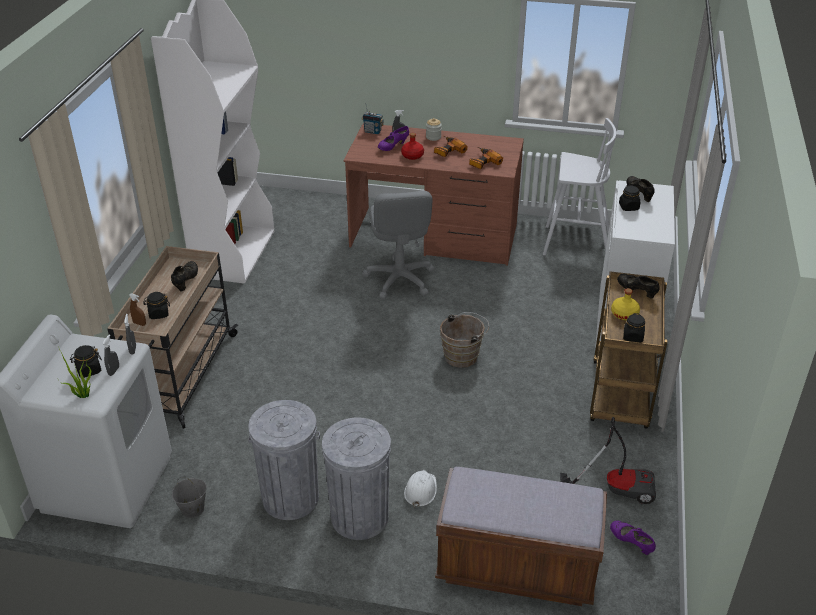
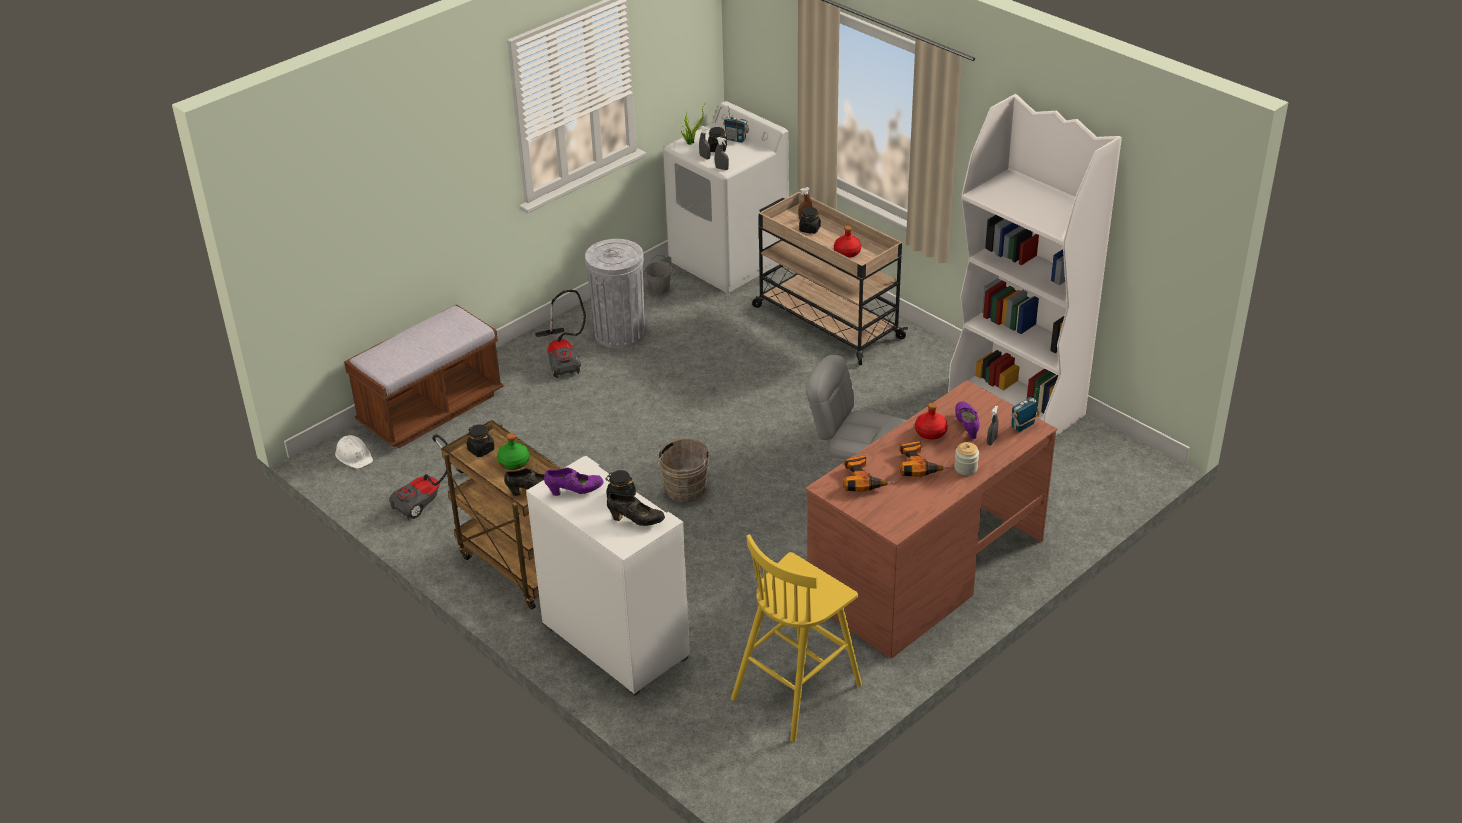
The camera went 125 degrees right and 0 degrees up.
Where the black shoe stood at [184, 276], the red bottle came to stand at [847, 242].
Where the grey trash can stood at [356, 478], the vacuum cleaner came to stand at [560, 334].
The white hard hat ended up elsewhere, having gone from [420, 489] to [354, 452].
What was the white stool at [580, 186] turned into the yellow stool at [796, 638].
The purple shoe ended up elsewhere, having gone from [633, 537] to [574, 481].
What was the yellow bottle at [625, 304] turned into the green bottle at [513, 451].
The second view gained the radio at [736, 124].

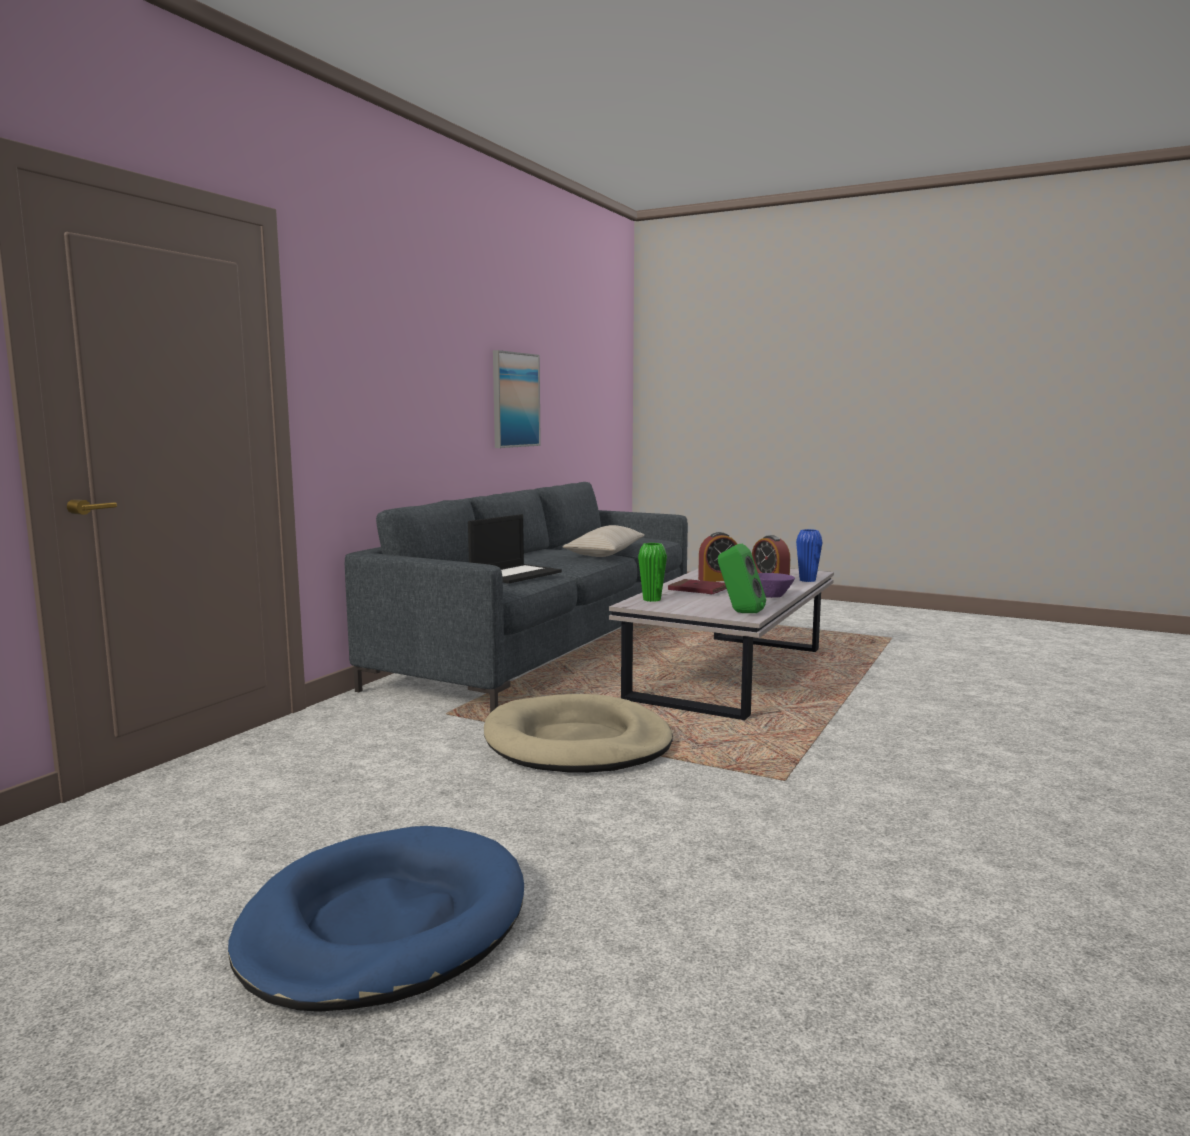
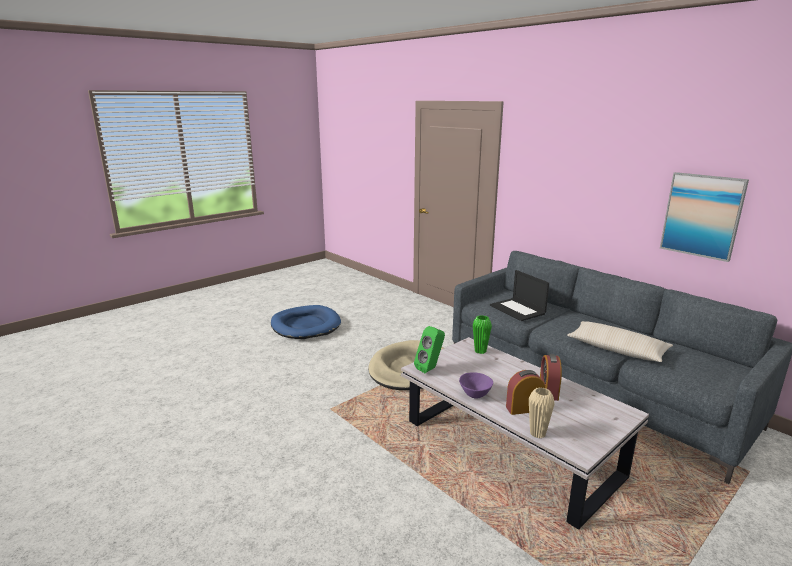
The camera went 110 degrees right and 10 degrees up.
The second view lost the red book at [697, 587].
What was the blue vase at [809, 555] turned into the beige vase at [541, 412].

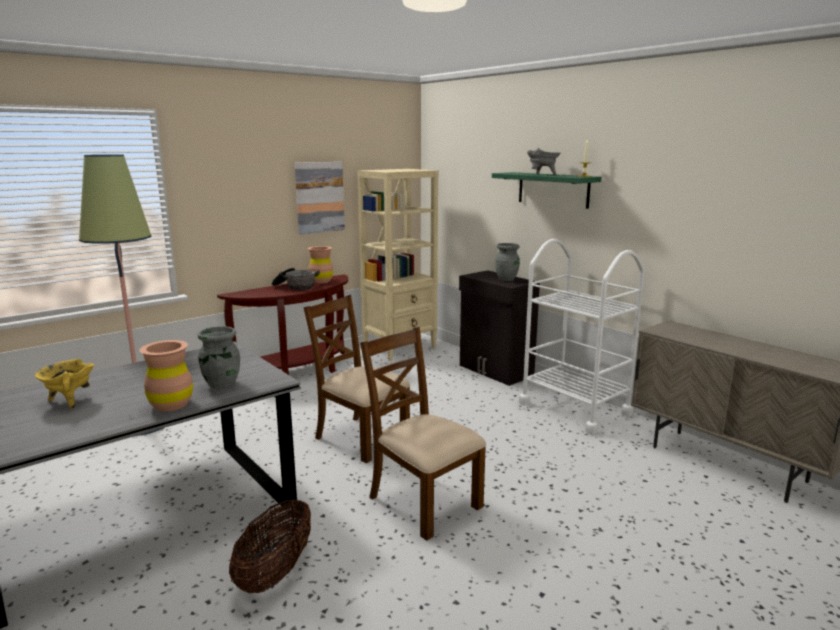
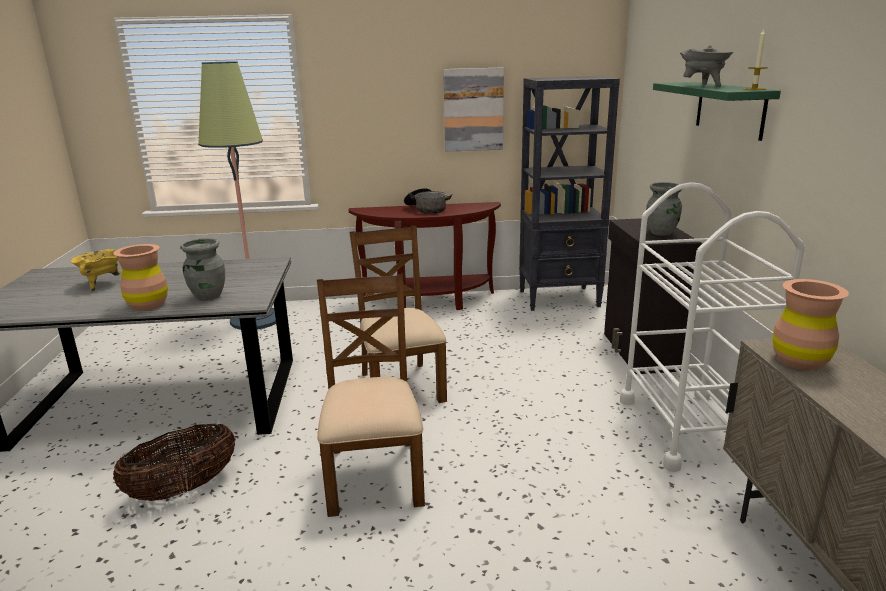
The camera went 35 degrees right and 5 degrees up.
The brown vase ended up elsewhere, having gone from [320, 265] to [810, 324].
What was the beige bookcase at [398, 265] turned into the black bookcase at [569, 193].

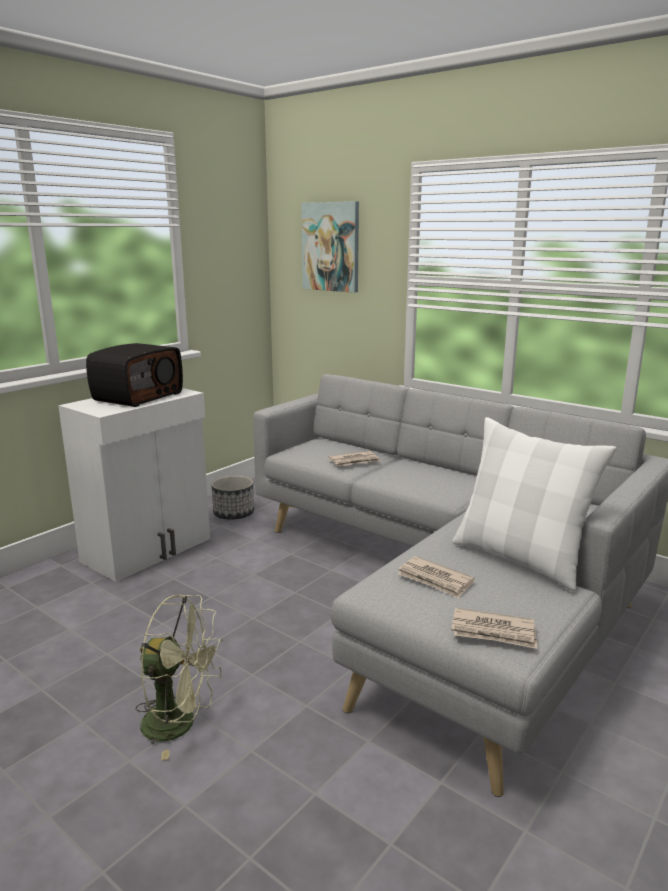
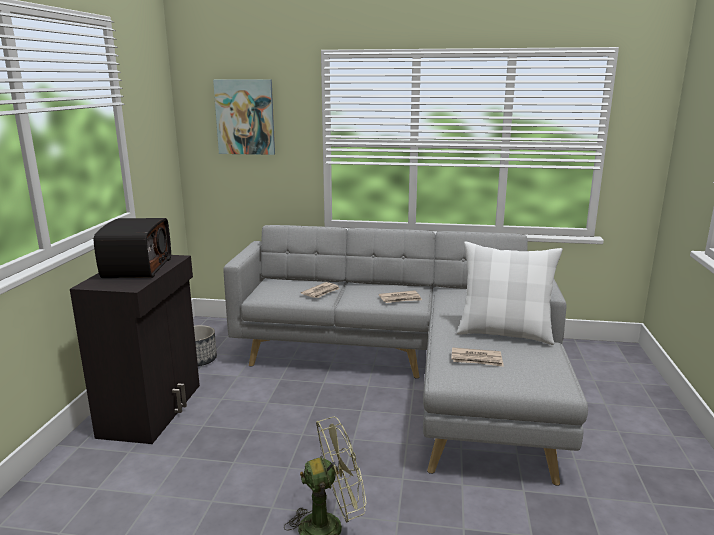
The camera went 30 degrees left and 0 degrees up.
What was the white cabinet at [134, 485] turned into the black cabinet at [135, 349].
The newspaper ended up elsewhere, having gone from [494, 628] to [400, 296].

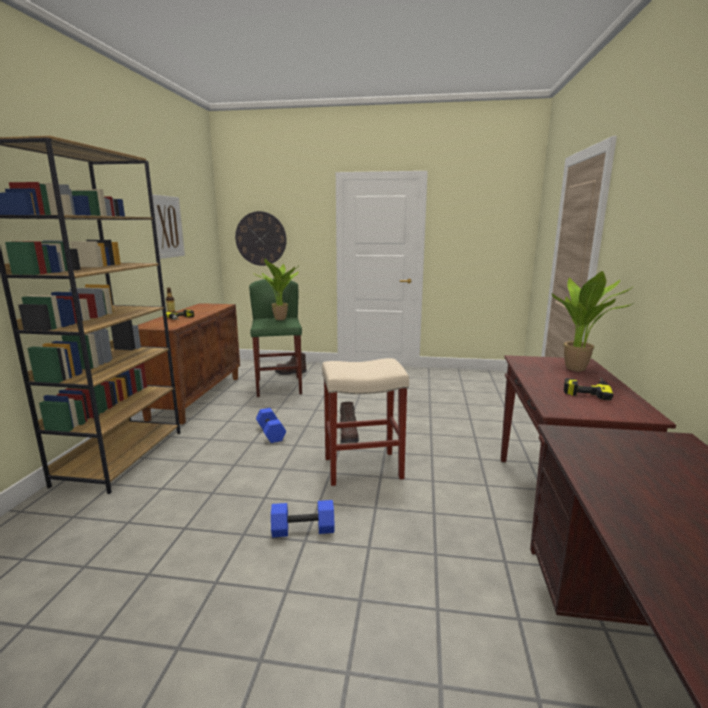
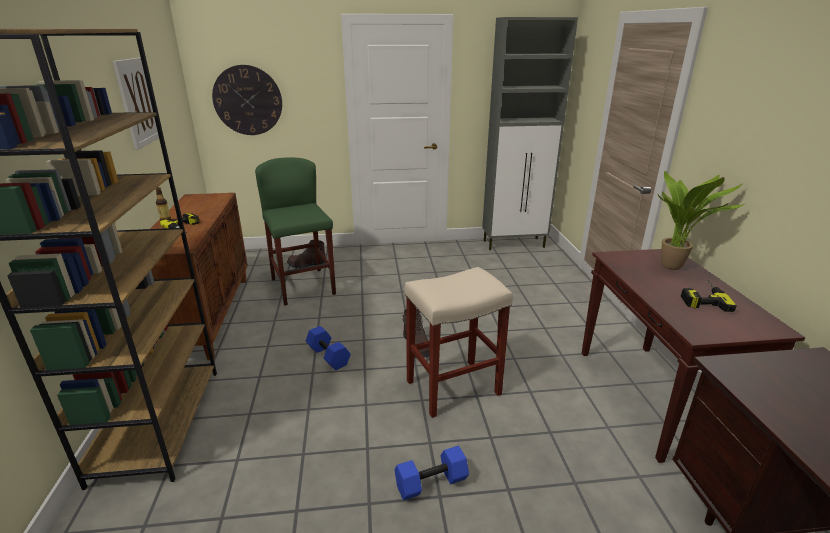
The camera went 15 degrees left and 10 degrees up.
The second view lost the potted plant at [275, 289].
The second view gained the grey cabinet at [530, 133].

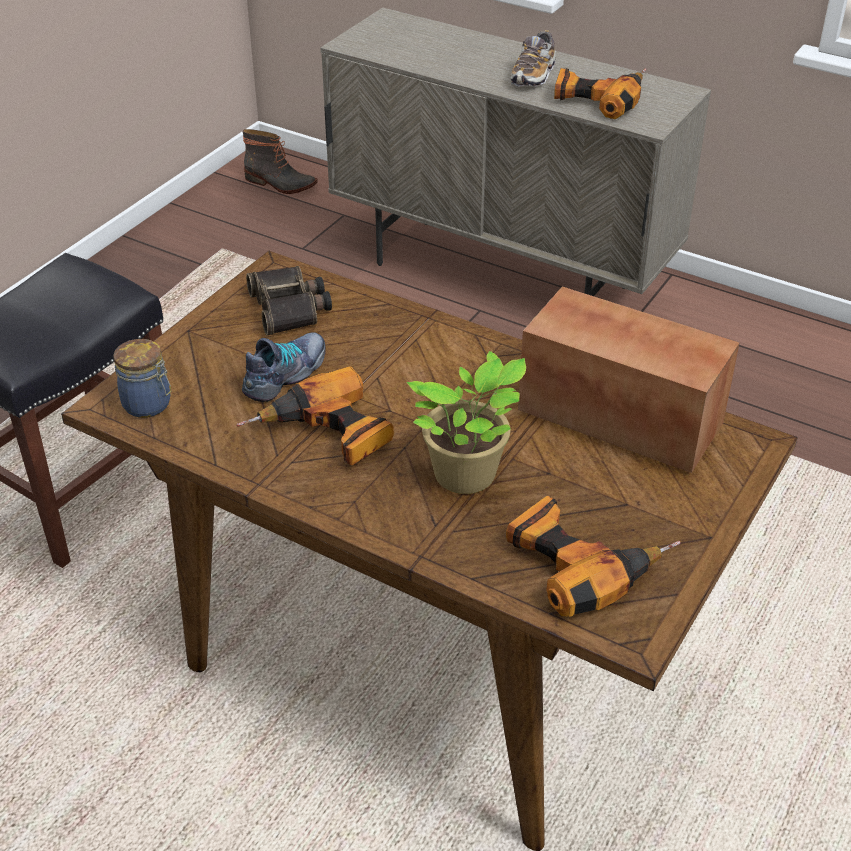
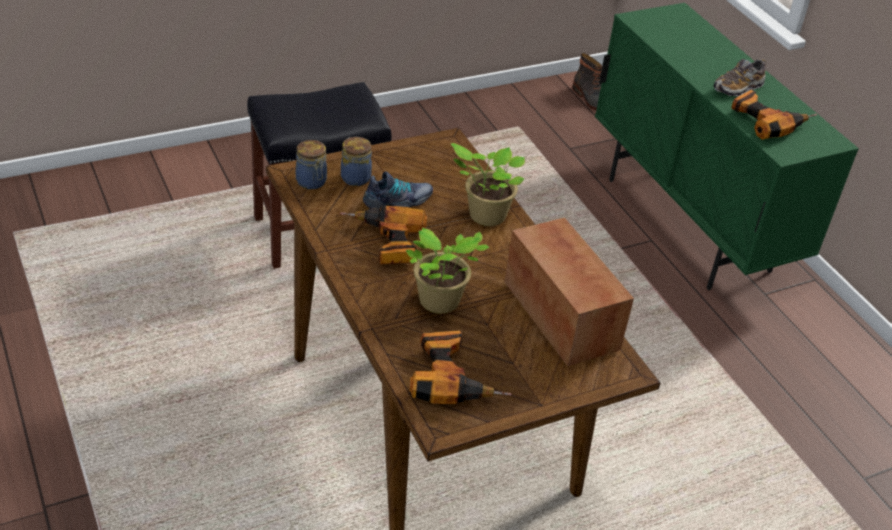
The camera went 30 degrees right and 0 degrees up.
The second view lost the binoculars at [289, 300].
What was the beige cabinet at [515, 152] turned into the green cabinet at [727, 146].
The second view gained the jar at [356, 161].
The second view gained the potted plant at [488, 184].

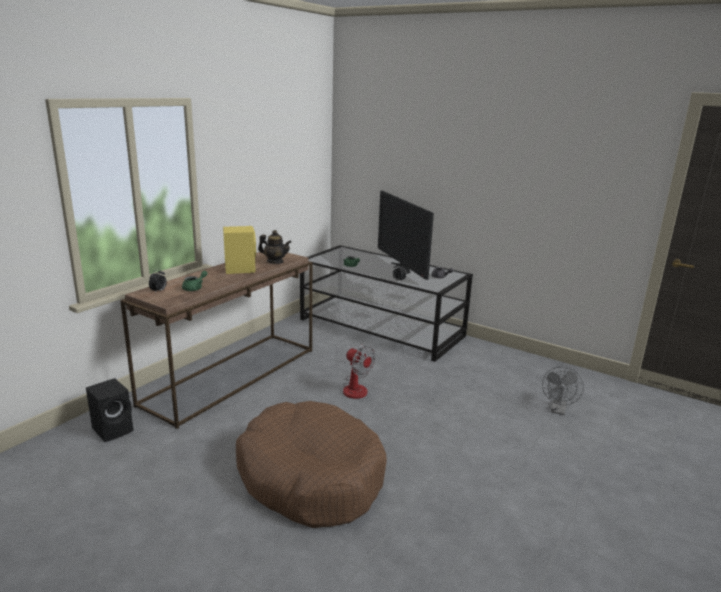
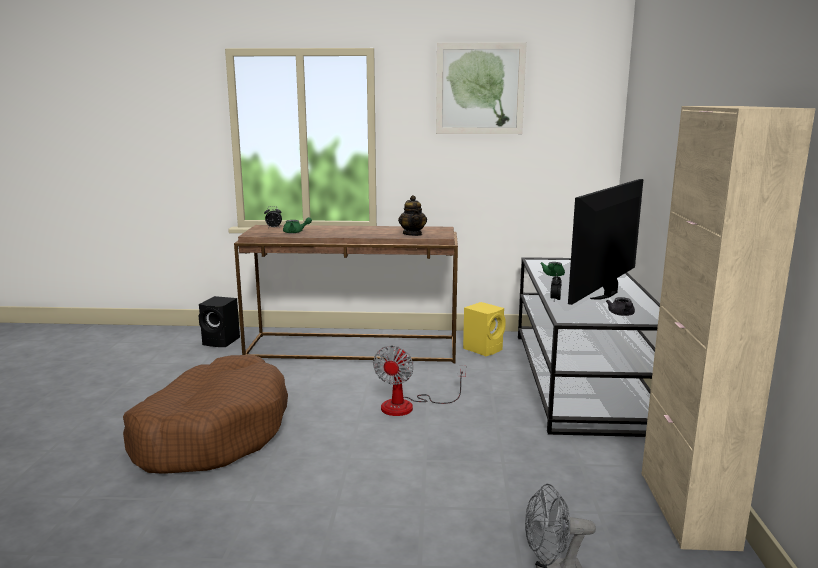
The camera went 60 degrees right and 5 degrees down.
The yellow speaker ended up elsewhere, having gone from [239, 250] to [484, 329].
The second view gained the picture at [481, 88].
The second view gained the beige cabinet at [728, 328].

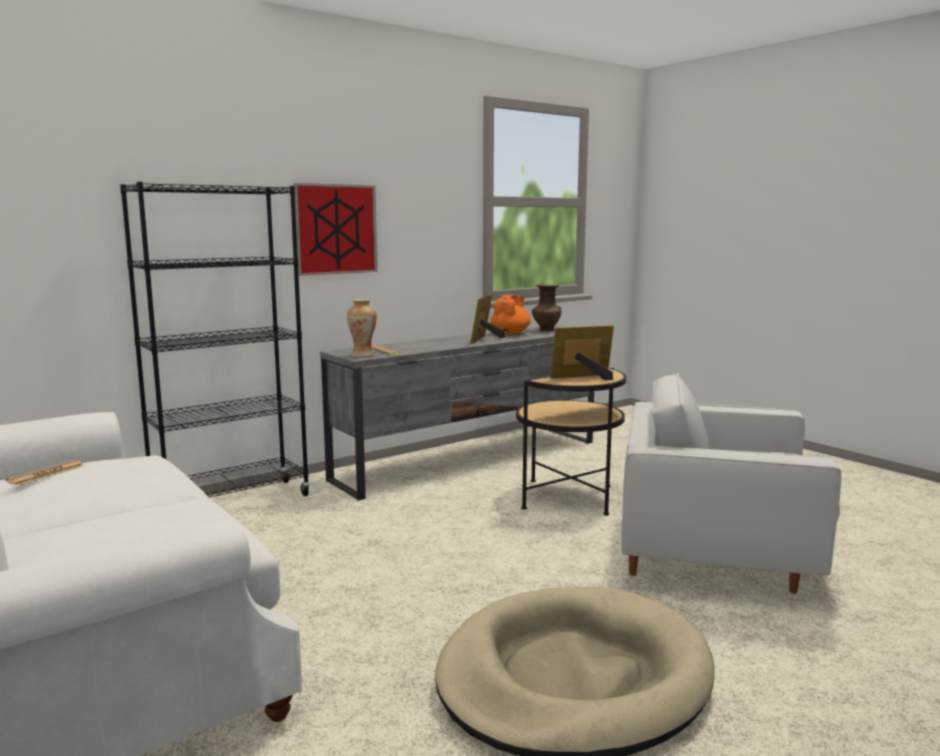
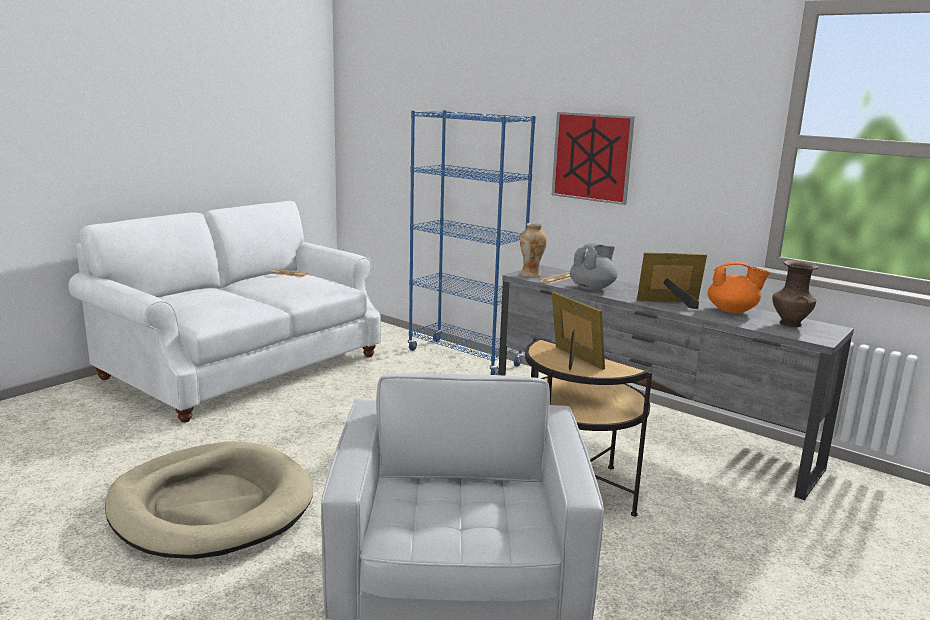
The camera went 75 degrees right and 5 degrees up.
What was the black bookcase at [215, 340] turned into the blue bookcase at [472, 242].
The second view gained the grey teapot at [594, 266].

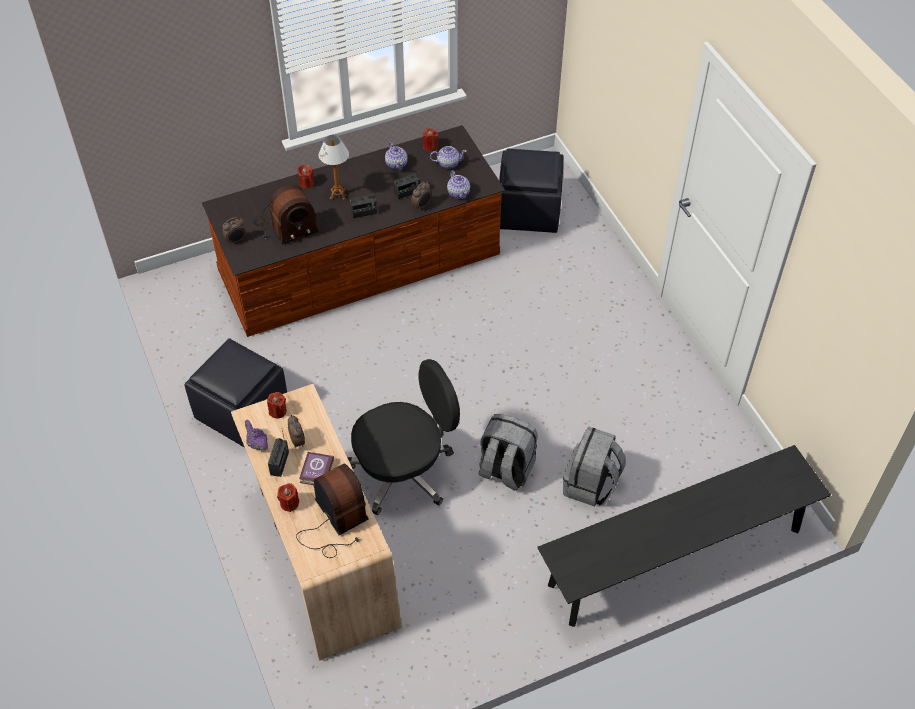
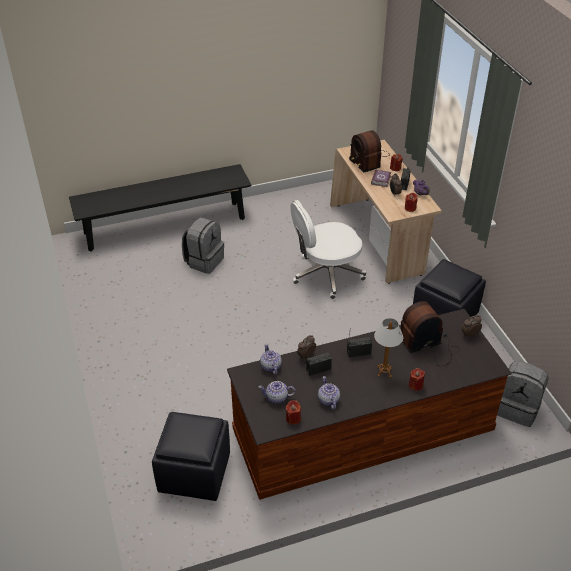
The camera went 175 degrees left and 10 degrees down.
What was the black office chair at [403, 437] turned into the white office chair at [328, 249].
The grey backpack ended up elsewhere, having gone from [508, 452] to [523, 394].

